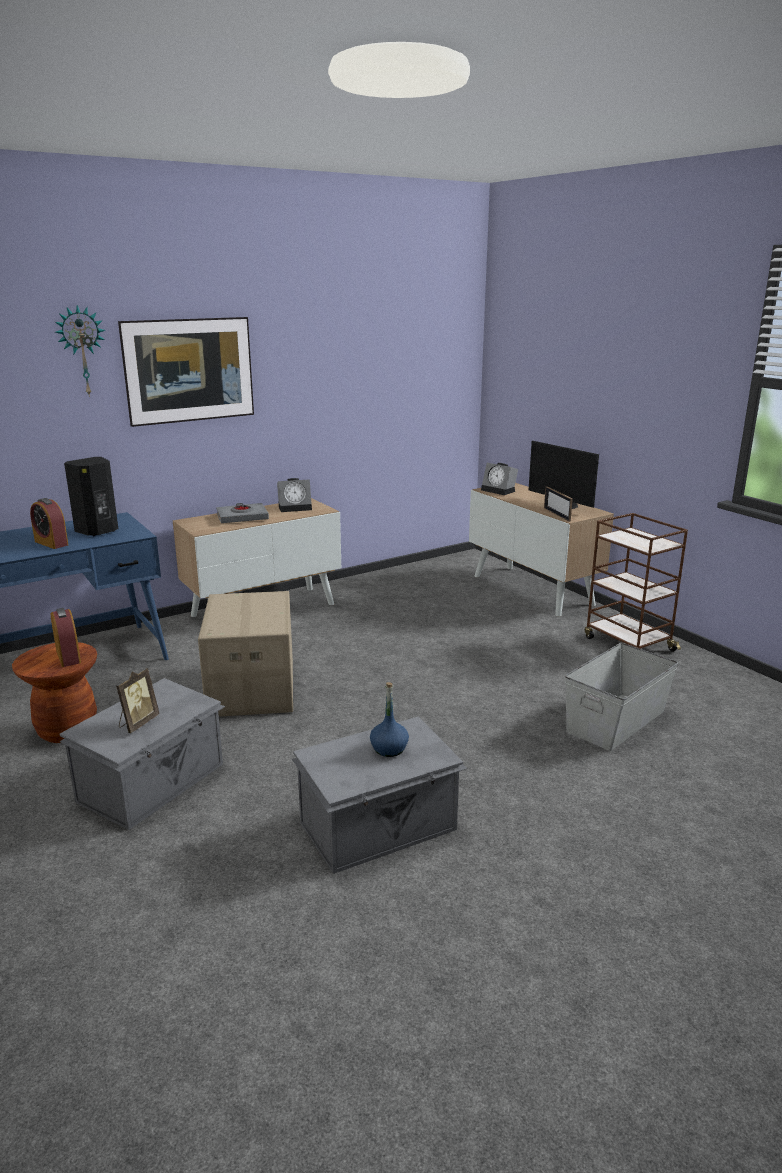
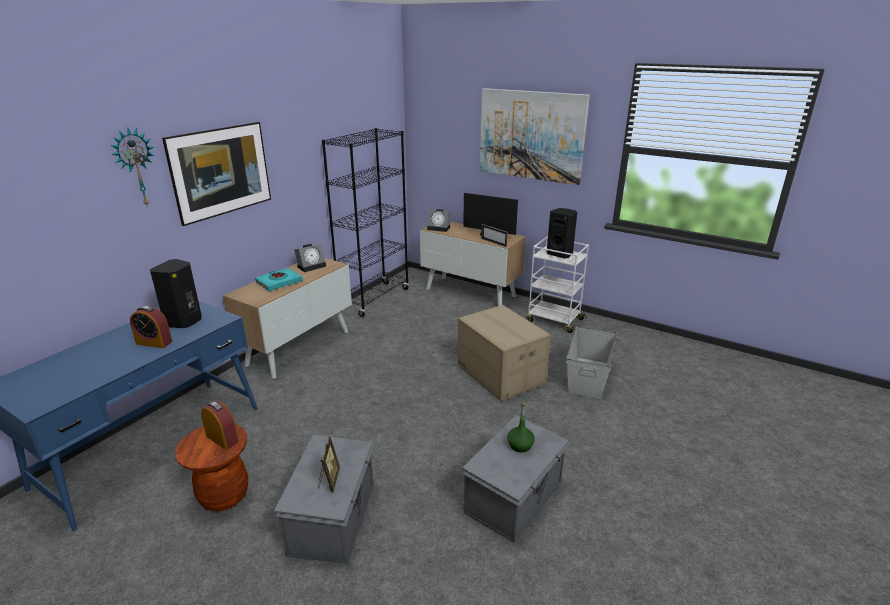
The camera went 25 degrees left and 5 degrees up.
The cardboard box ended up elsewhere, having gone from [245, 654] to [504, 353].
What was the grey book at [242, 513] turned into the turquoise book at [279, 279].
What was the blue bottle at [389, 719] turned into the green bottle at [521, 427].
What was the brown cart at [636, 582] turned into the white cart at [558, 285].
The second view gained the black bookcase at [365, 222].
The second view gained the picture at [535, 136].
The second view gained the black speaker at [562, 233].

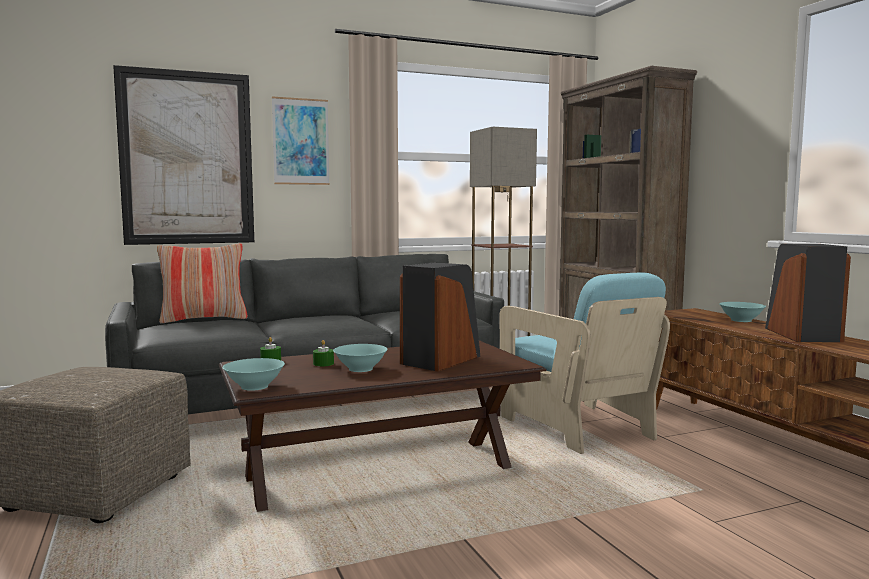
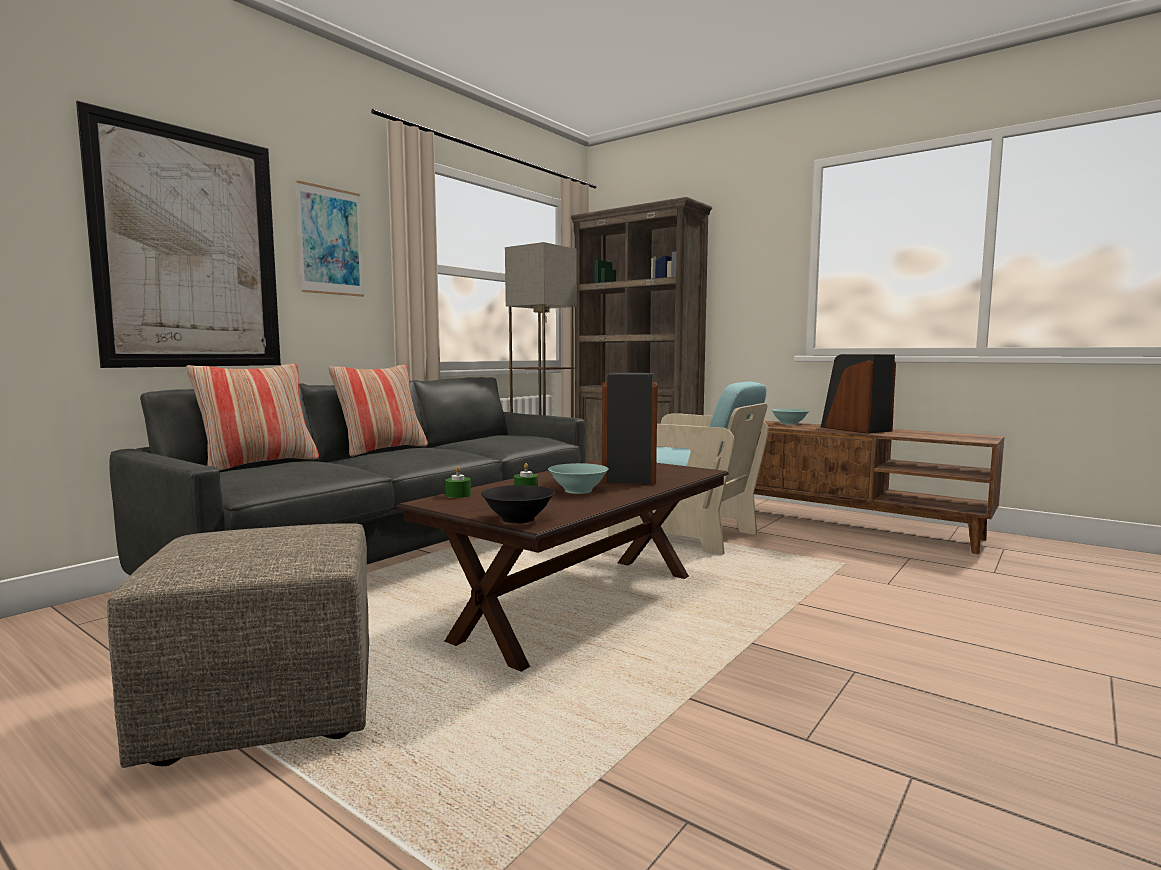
The camera went 30 degrees left and 0 degrees up.
What was the turquoise bowl at [254, 374] turned into the black bowl at [518, 504].
The second view gained the pillow at [378, 411].

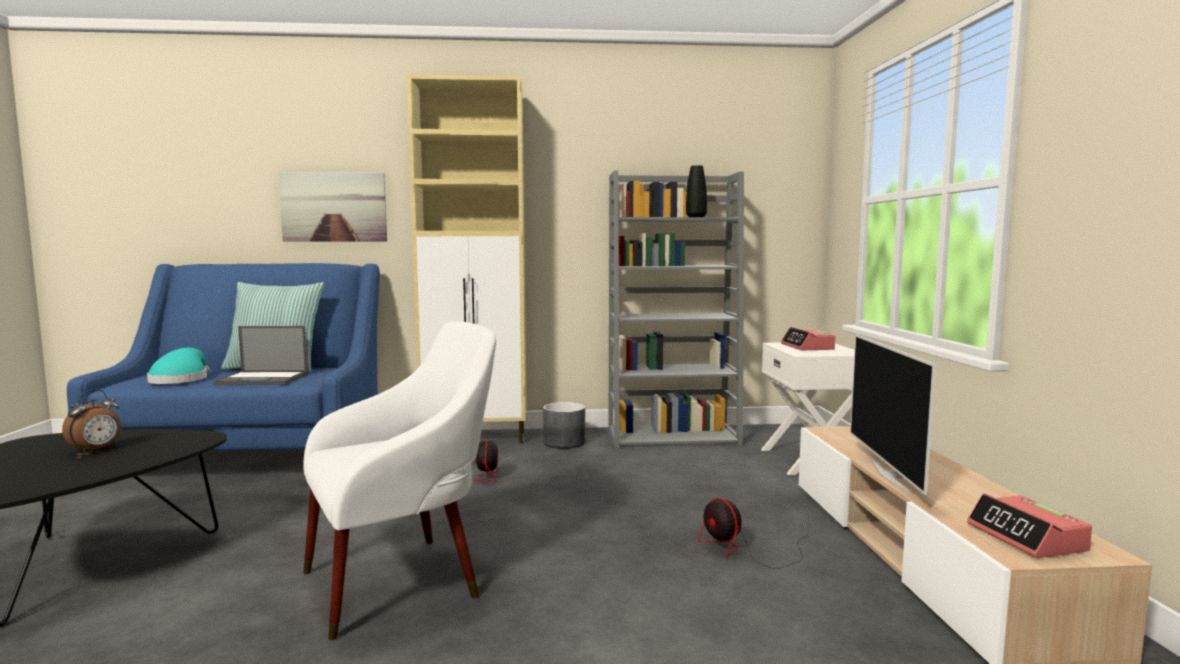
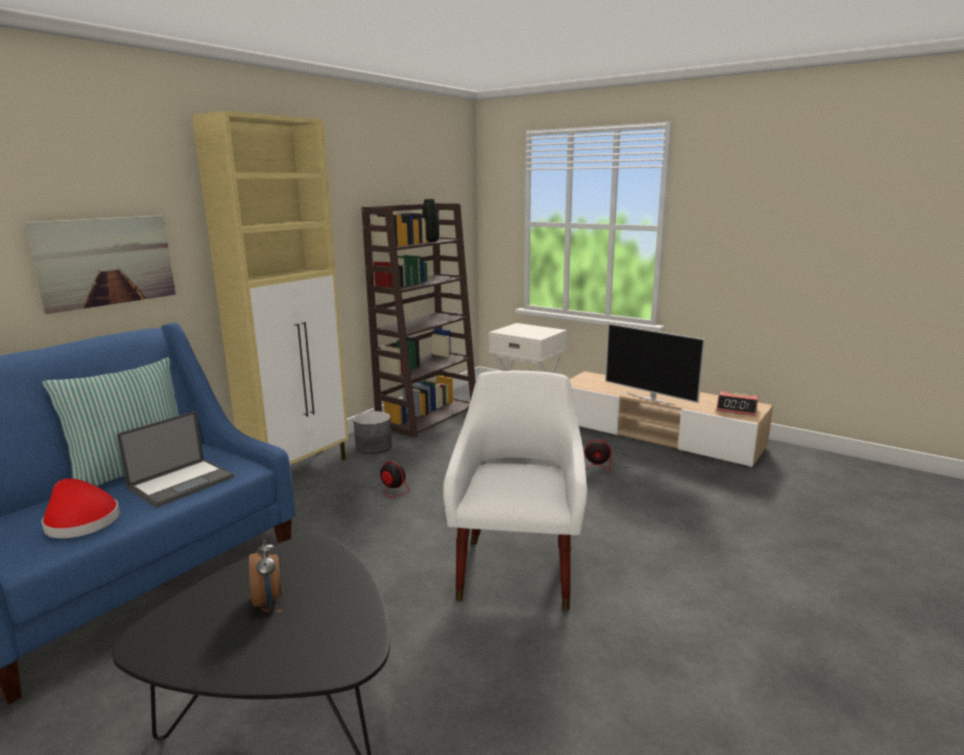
The camera went 50 degrees left and 10 degrees up.
What was the turquoise hat at [178, 366] turned into the red hat at [81, 508].
What was the grey bookcase at [676, 309] turned into the brown bookcase at [418, 320].
The second view lost the alarm clock at [808, 339].

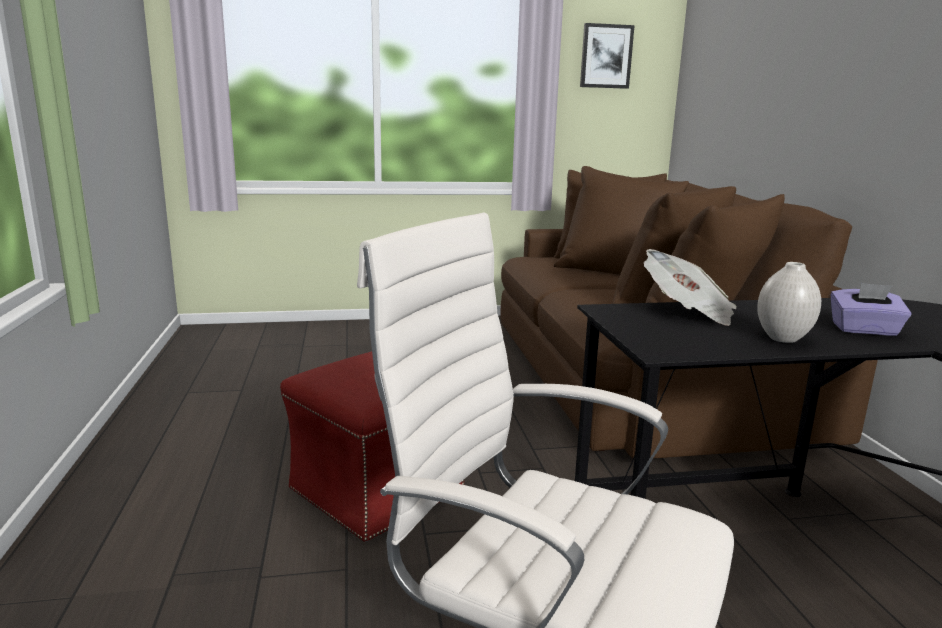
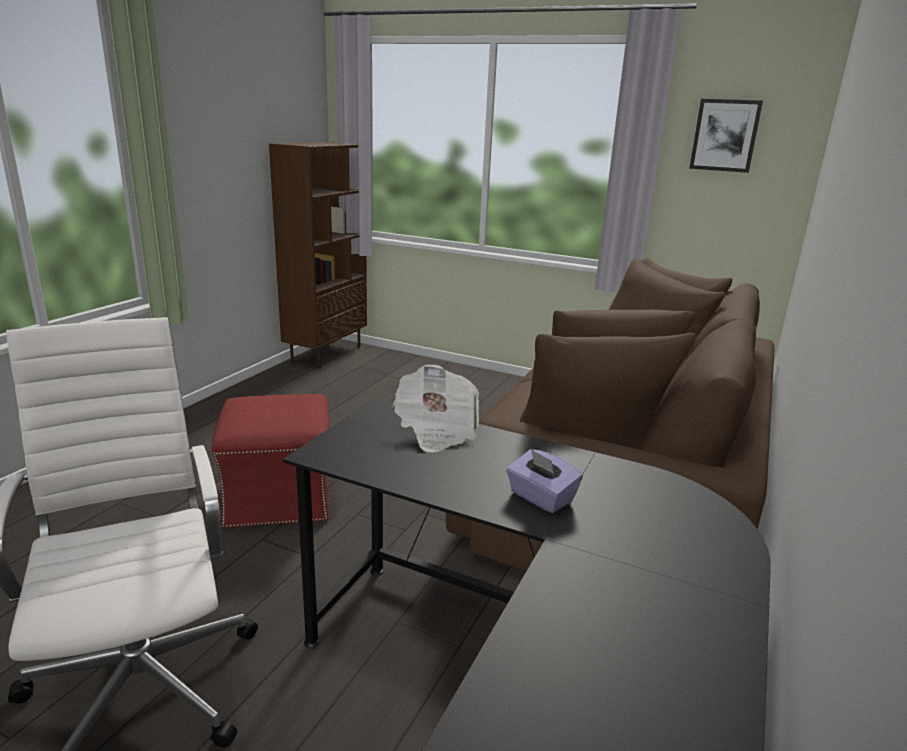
The camera went 35 degrees right and 5 degrees up.
The second view lost the white vase at [789, 302].
The second view gained the brown bookcase at [318, 255].

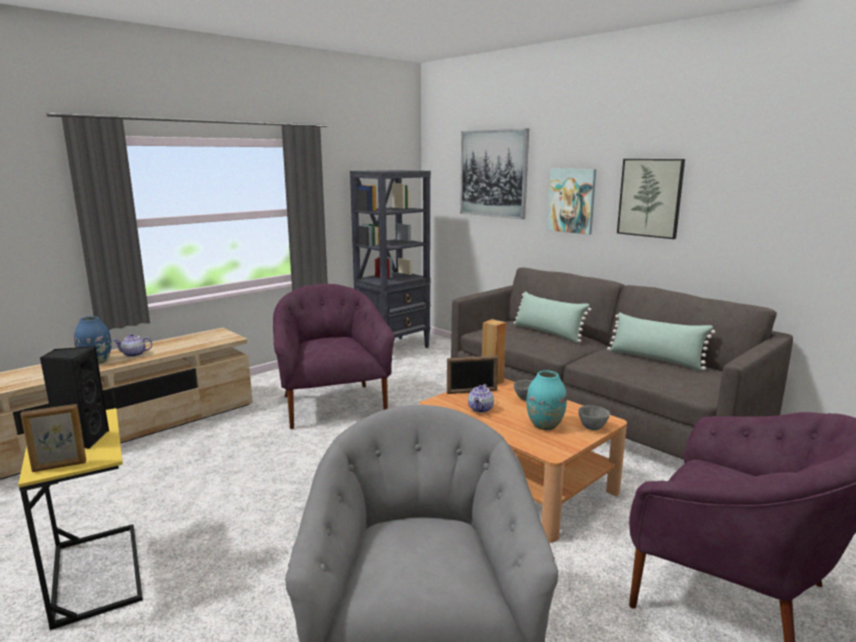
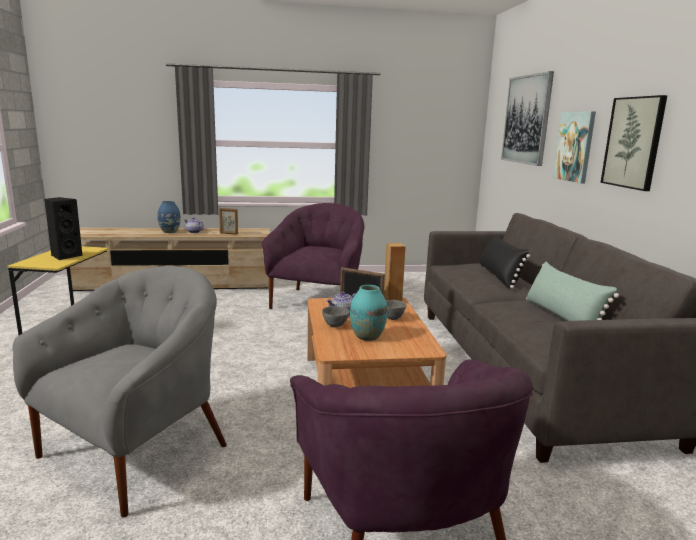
The camera went 35 degrees right and 0 degrees up.
The picture frame ended up elsewhere, having gone from [53, 438] to [228, 221].
The second view lost the black bookcase at [390, 259].
What was the green pillow at [552, 317] turned into the black pillow at [505, 261].
The grey bowl ended up elsewhere, having gone from [594, 417] to [336, 316].

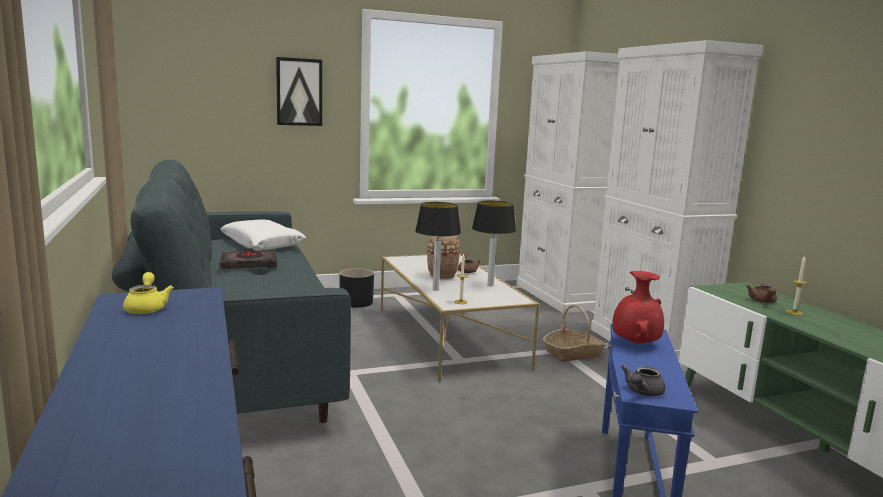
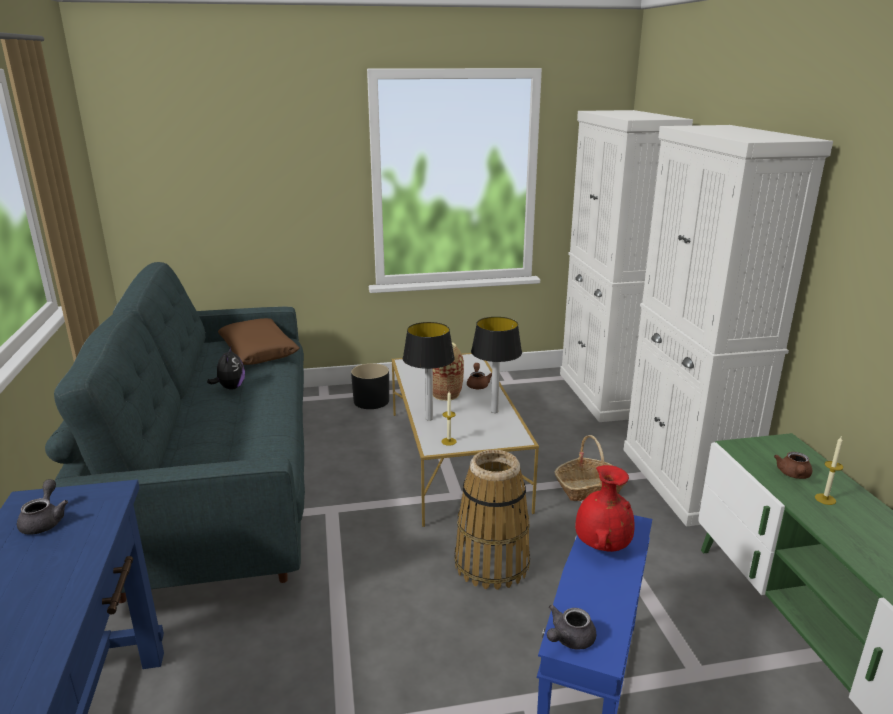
The camera went 10 degrees right and 10 degrees up.
What was the yellow teapot at [148, 293] turned into the grey teapot at [42, 507].
What was the white pillow at [263, 235] turned into the brown pillow at [259, 341].
Where the black book stood at [248, 259], the plush toy came to stand at [226, 368].
The second view lost the picture at [299, 91].
The second view gained the basket at [492, 520].

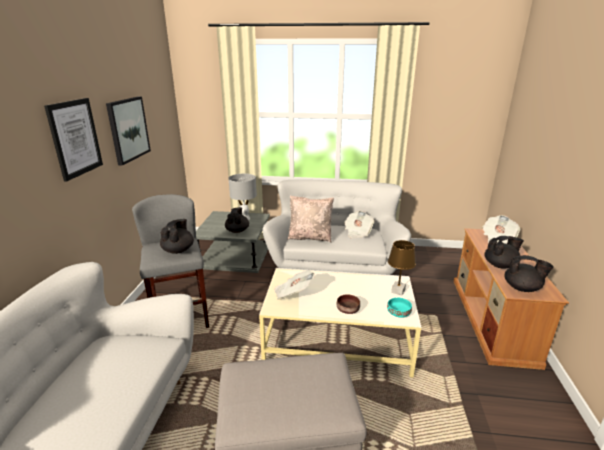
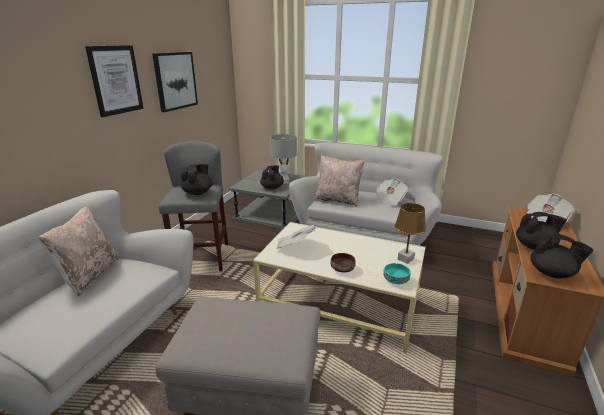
The camera went 15 degrees right and 0 degrees up.
The second view gained the beige pillow at [79, 252].

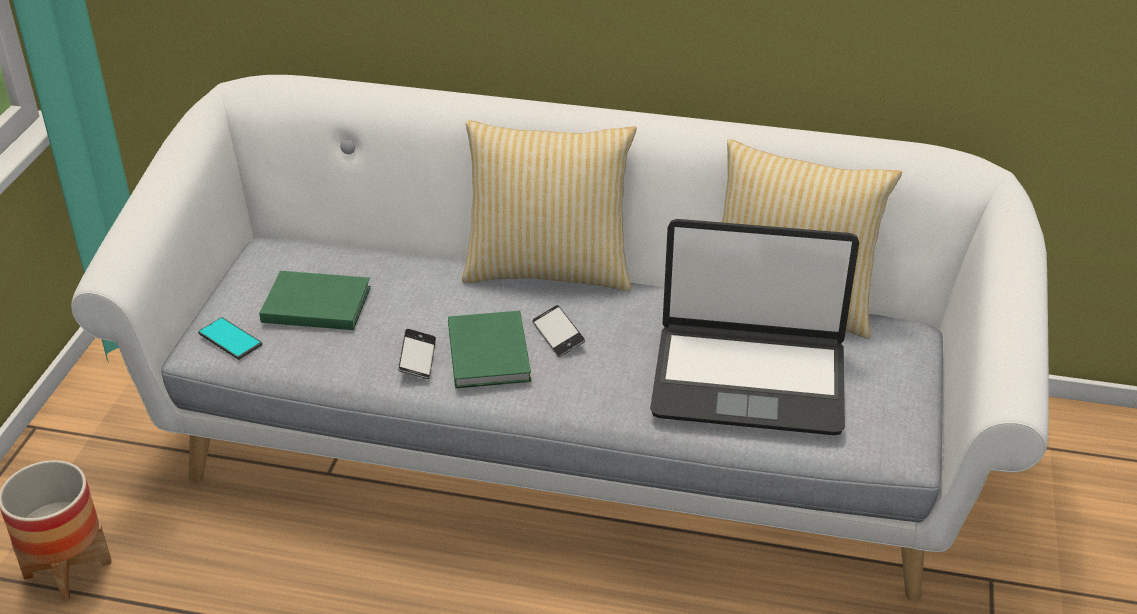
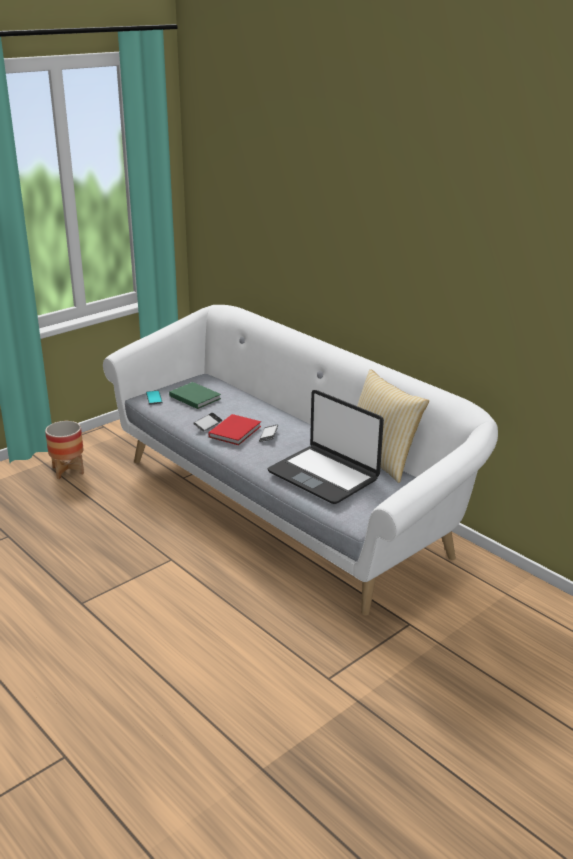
The camera went 35 degrees right and 10 degrees down.
What was the green book at [489, 349] turned into the red book at [235, 429].
The second view lost the pillow at [549, 205].

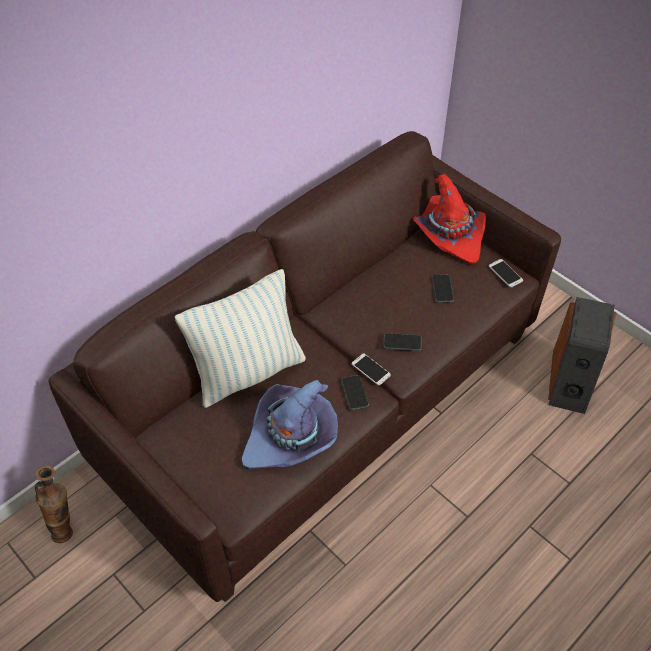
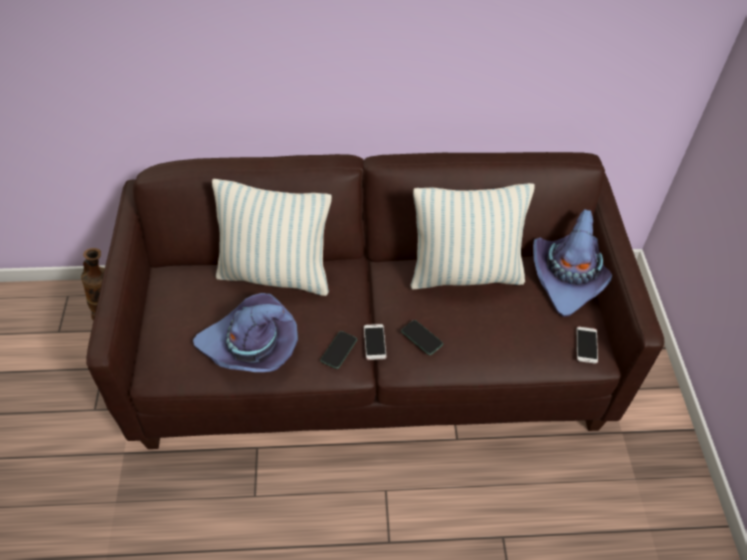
The camera went 40 degrees right and 0 degrees up.
What was the red hat at [449, 219] turned into the purple hat at [572, 263].
The second view lost the phone at [443, 288].
The second view lost the speaker at [582, 355].
The second view gained the pillow at [472, 236].

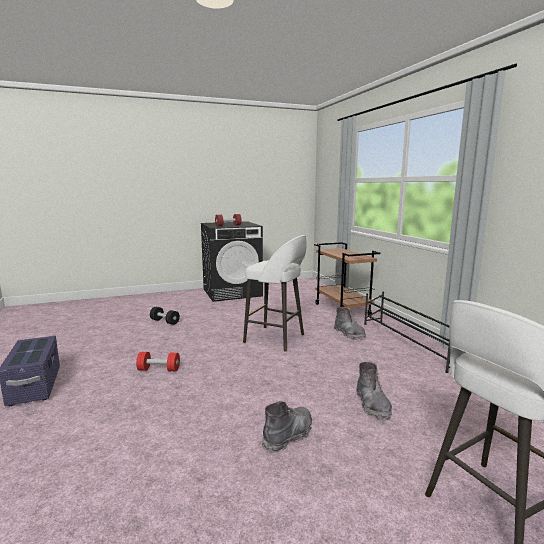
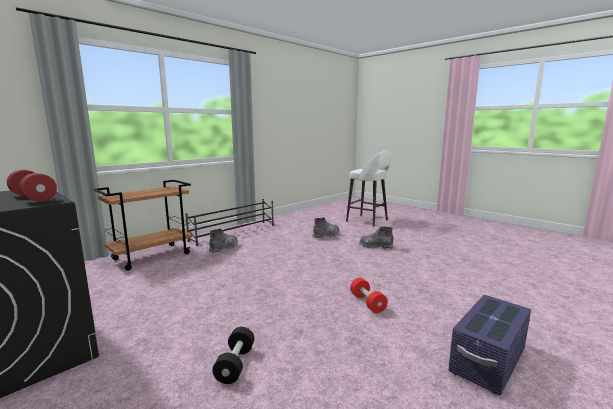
The camera went 115 degrees left and 0 degrees up.
The second view lost the white stool at [275, 293].

